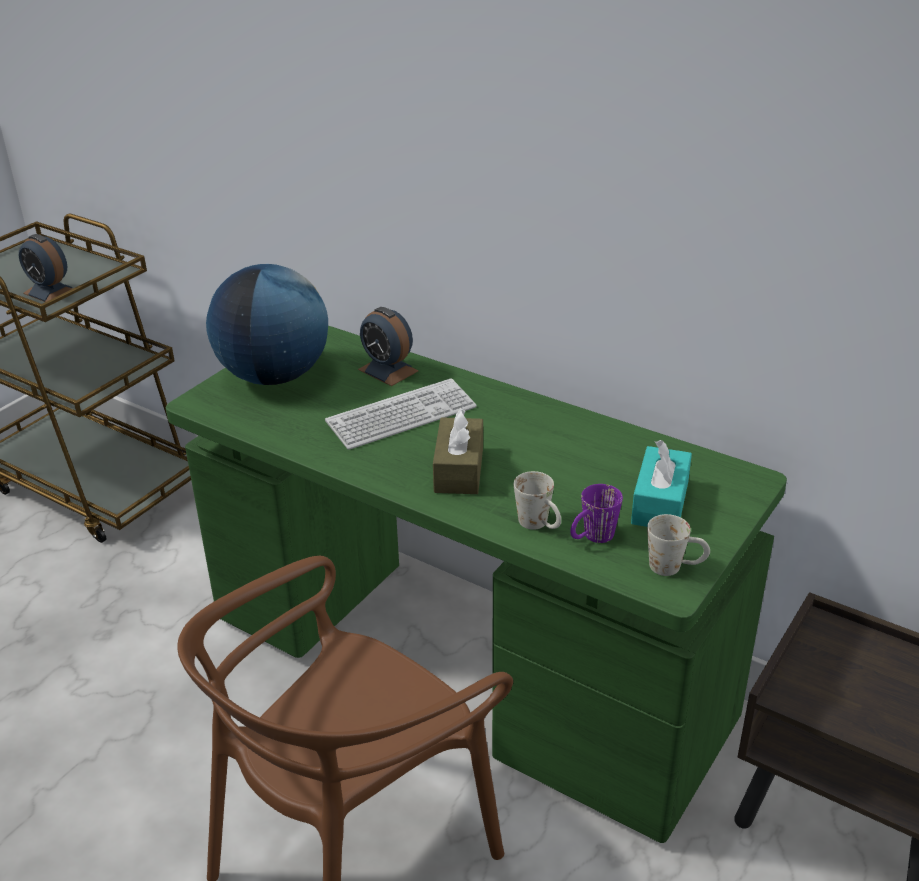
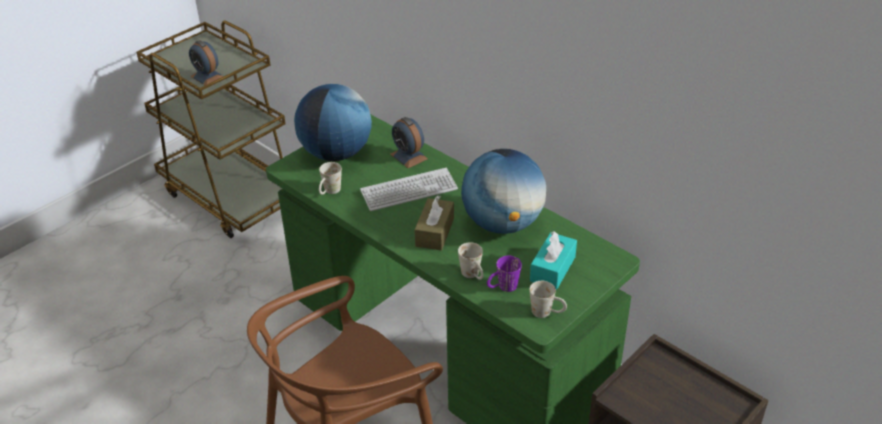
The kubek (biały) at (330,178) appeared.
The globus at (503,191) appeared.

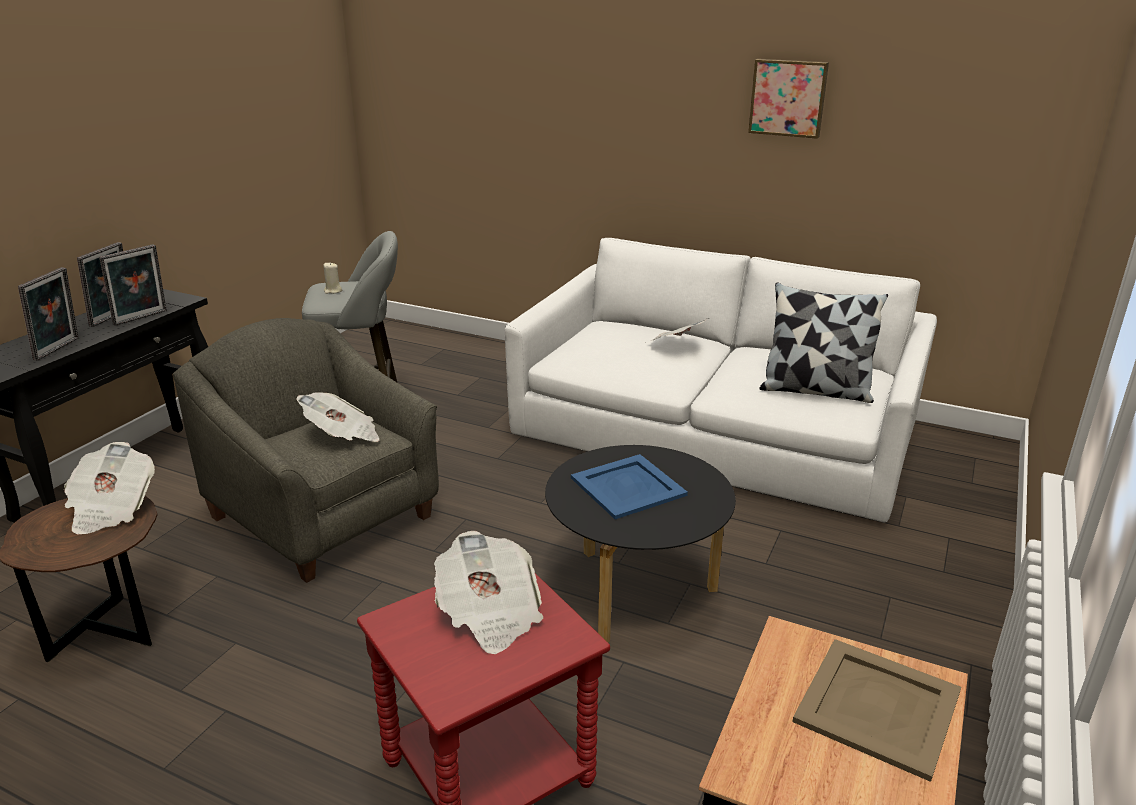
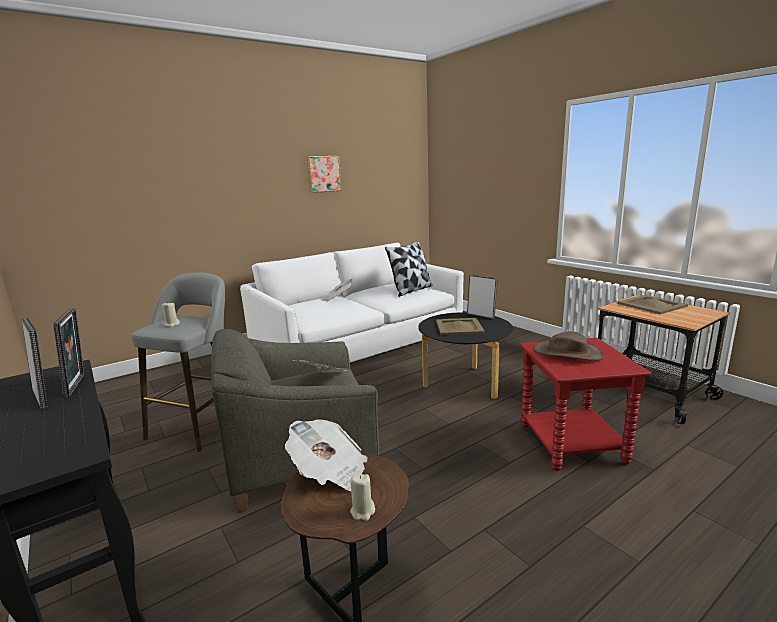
The ramka na zdjęcie moved from (48,314) to (482,297).
The gazeta at (488,592) was replaced by the kapelusz (brązowy) at (568,346).
The taca (niebieski) at (629,486) became the taca (beżowy) at (460,326).
The świeca (beżowy) at (362,497) appeared.

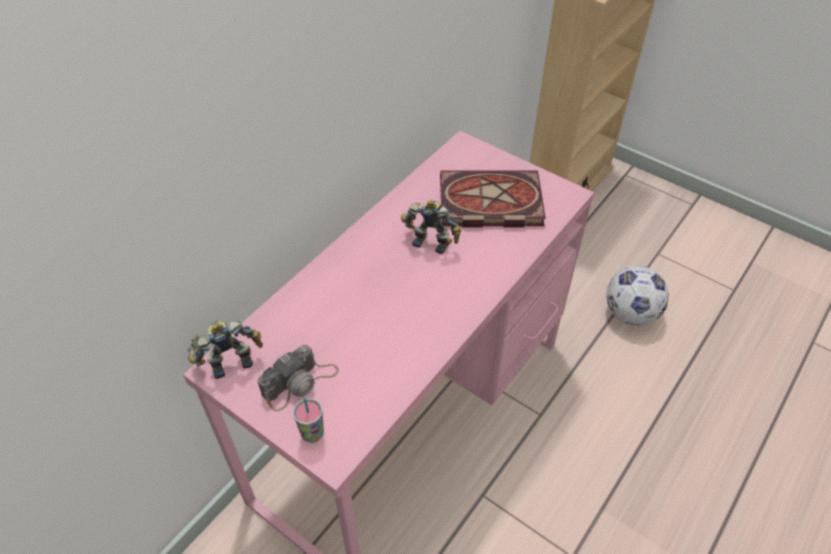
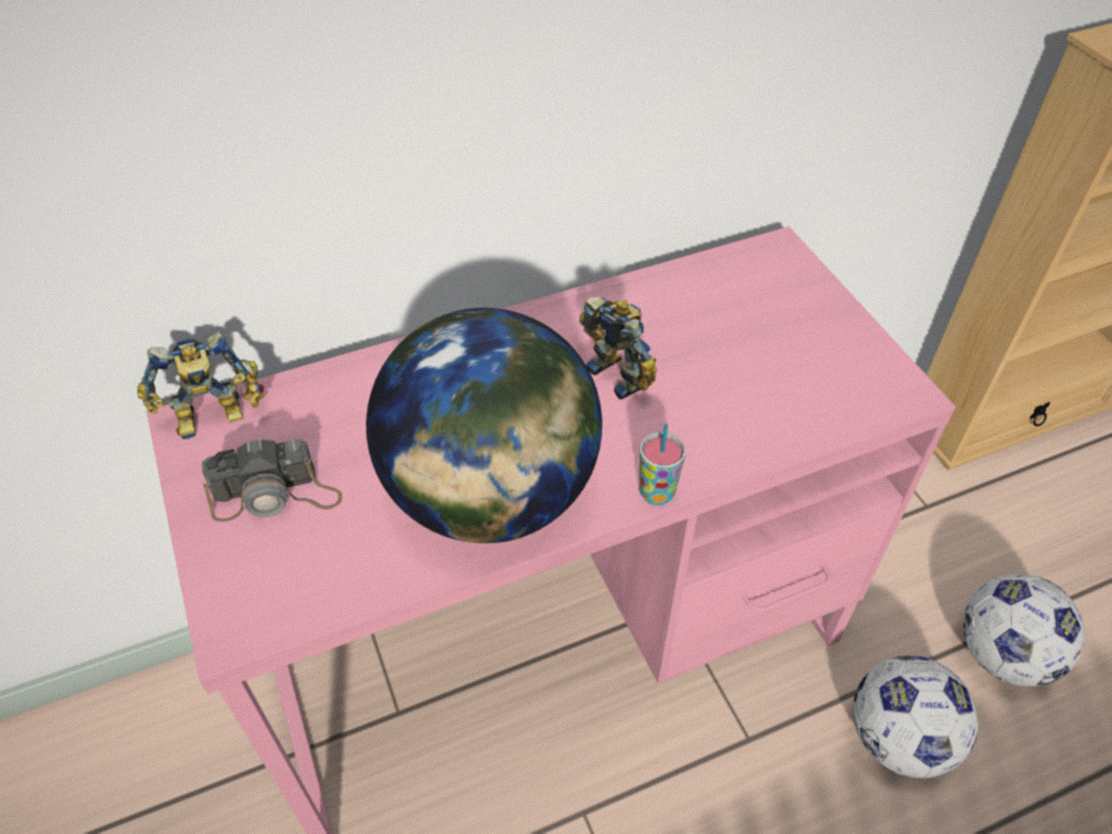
The robot zabawkowy at (225,350) turned 150 degrees clockwise.
The filiżanka moved from (308,420) to (662,465).
The książka at (493,199) disappeared.
The globus at (484,425) appeared.
The piłka futbolowa at (915,717) appeared.

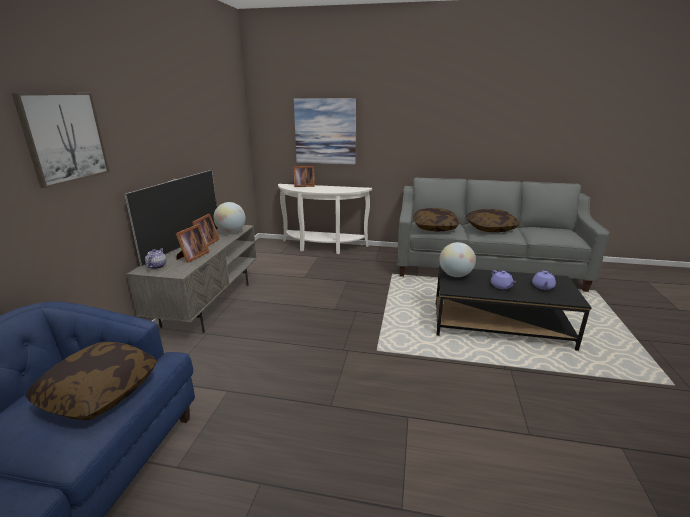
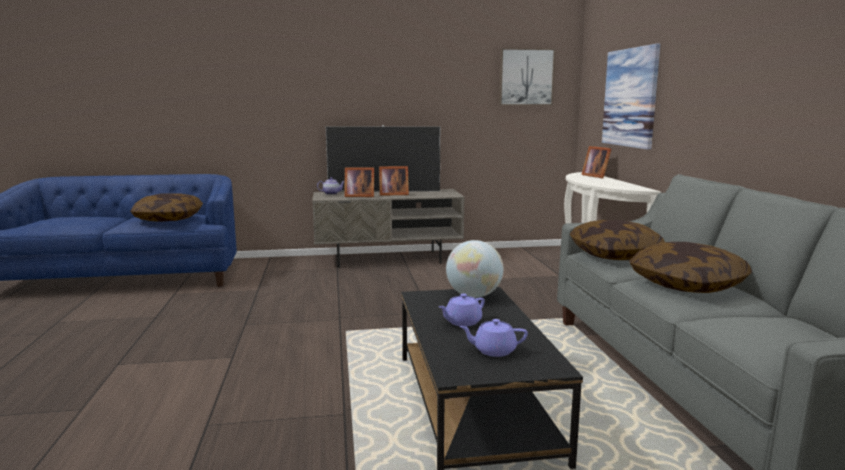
The obraz moved from (61,140) to (527,77).
The globus at (229,217) disappeared.

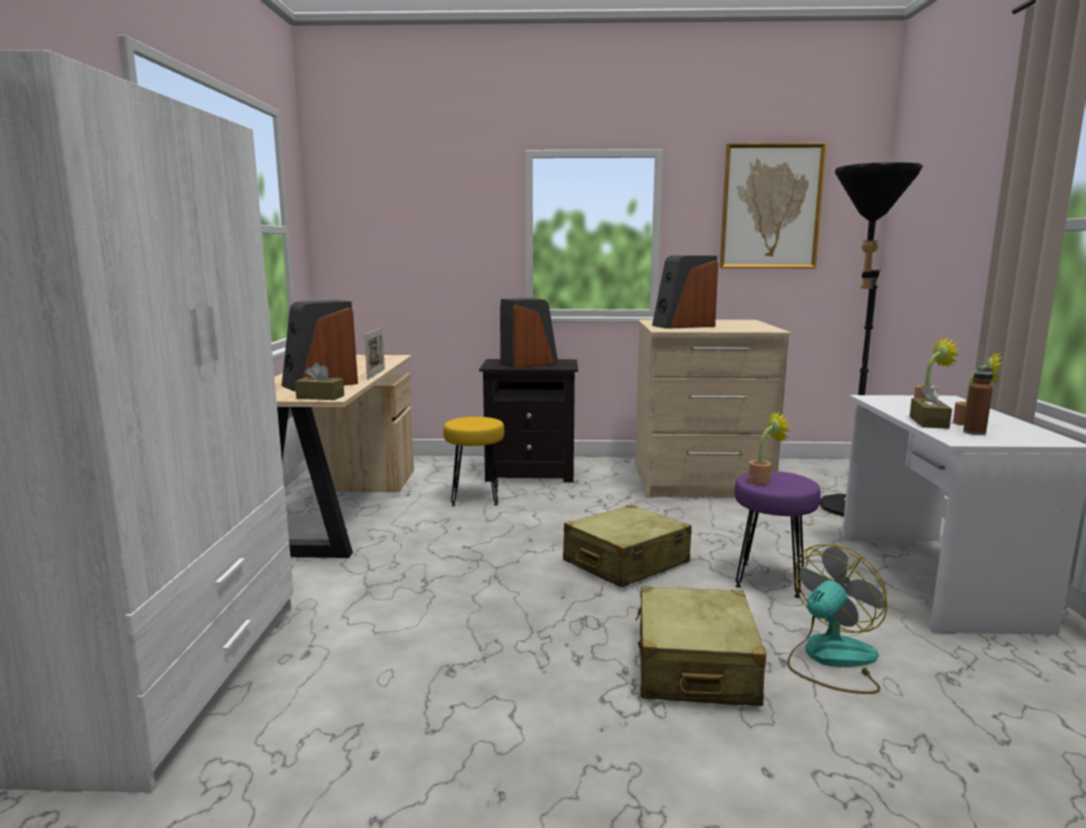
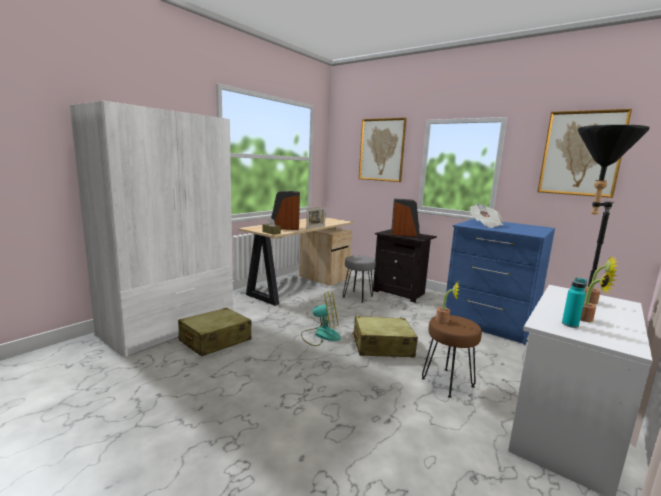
The stołek (żółty) at (473,461) became the stołek (szary) at (359,279).
The komoda (beżowy) at (713,408) became the komoda (niebieski) at (500,281).
The walizka (beżowy) moved from (700,646) to (214,332).
The głośnik at (685,292) was replaced by the gazeta at (486,216).
The stołek (fioletowy) at (778,534) became the stołek (brązowy) at (452,356).
The wentylator moved from (837,619) to (321,318).
The pudełko chusteczek (brązowy) at (930,406) disappeared.
The butelka (brązowy) at (978,401) became the butelka (turkusowy) at (574,303).
The obraz at (383,150) appeared.

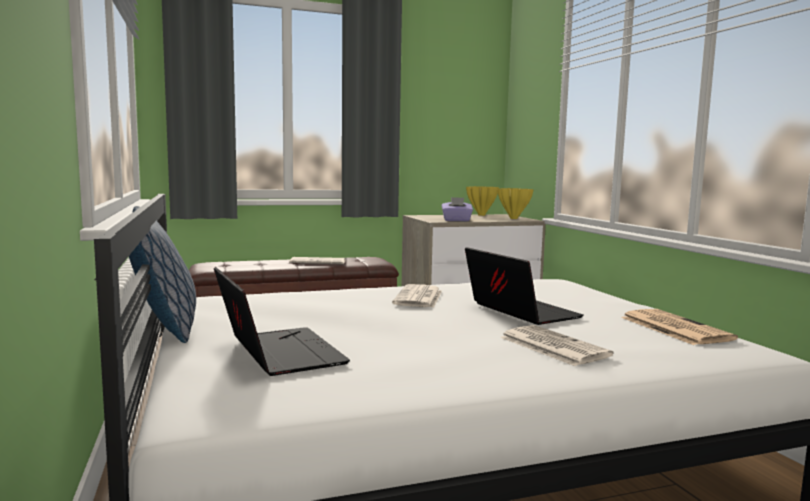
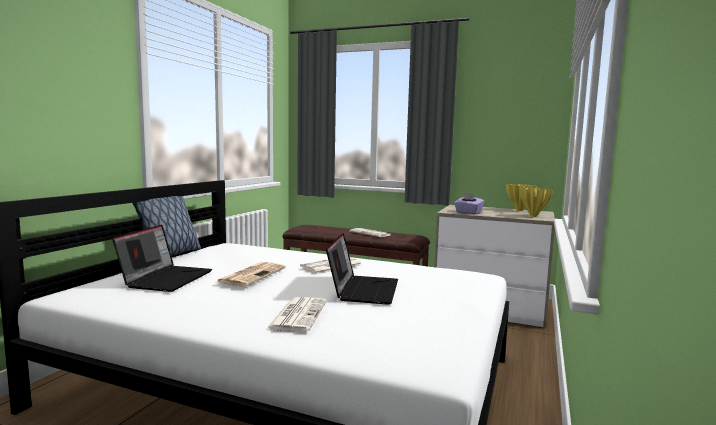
The gazeta moved from (679,327) to (251,274).

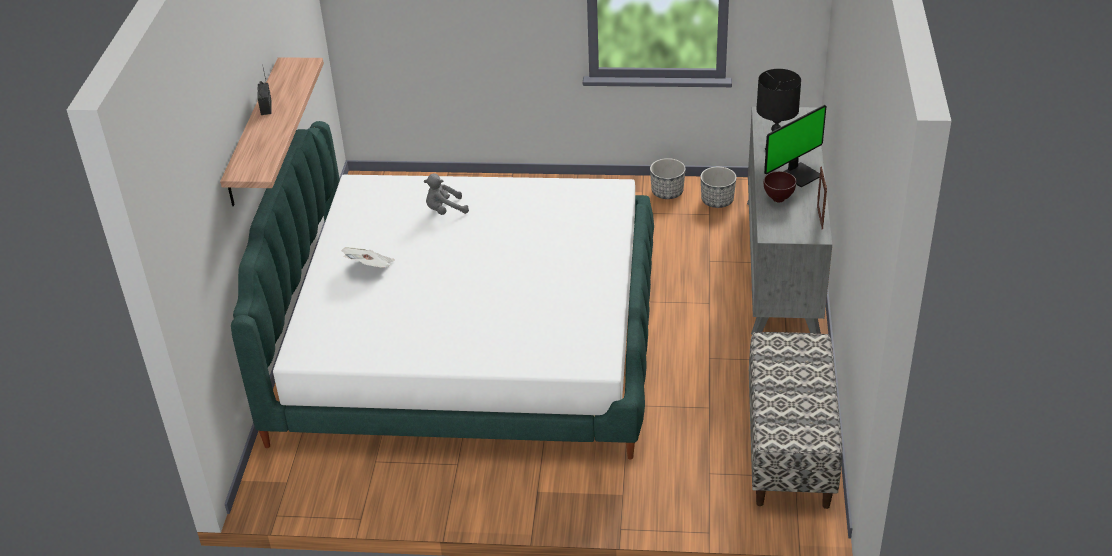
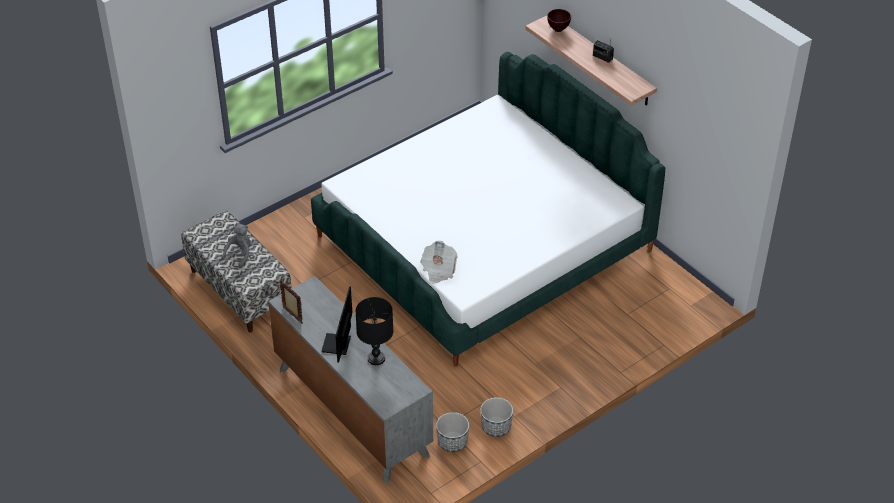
The gazeta moved from (368,257) to (438,262).
The pluszak (szary) moved from (446,194) to (236,246).
The miska (brązowy) moved from (780,186) to (559,20).

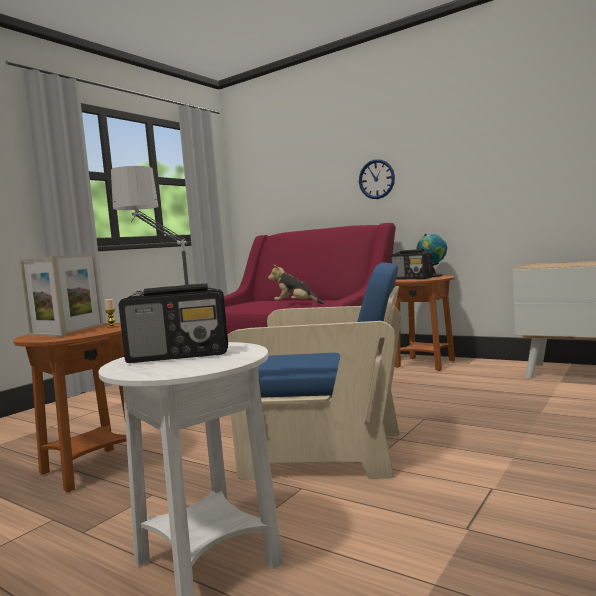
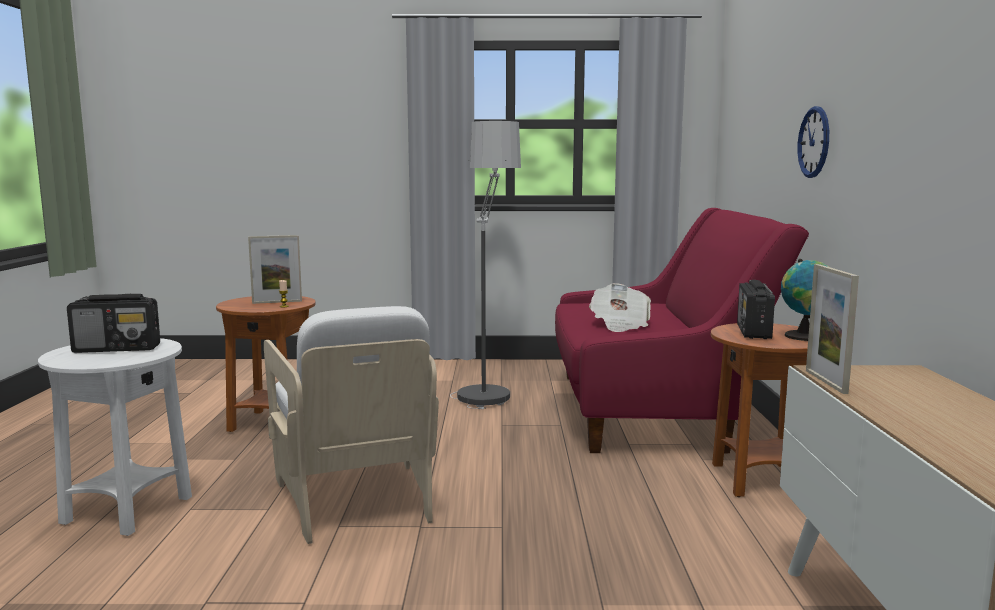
The ramka na zdjęcie moved from (43,296) to (832,329).
The radio at (173,323) turned 60 degrees counterclockwise.
The fotel (niebieski) at (314,370) became the fotel (biały) at (351,425).
The pluszak at (296,284) was replaced by the gazeta at (620,307).

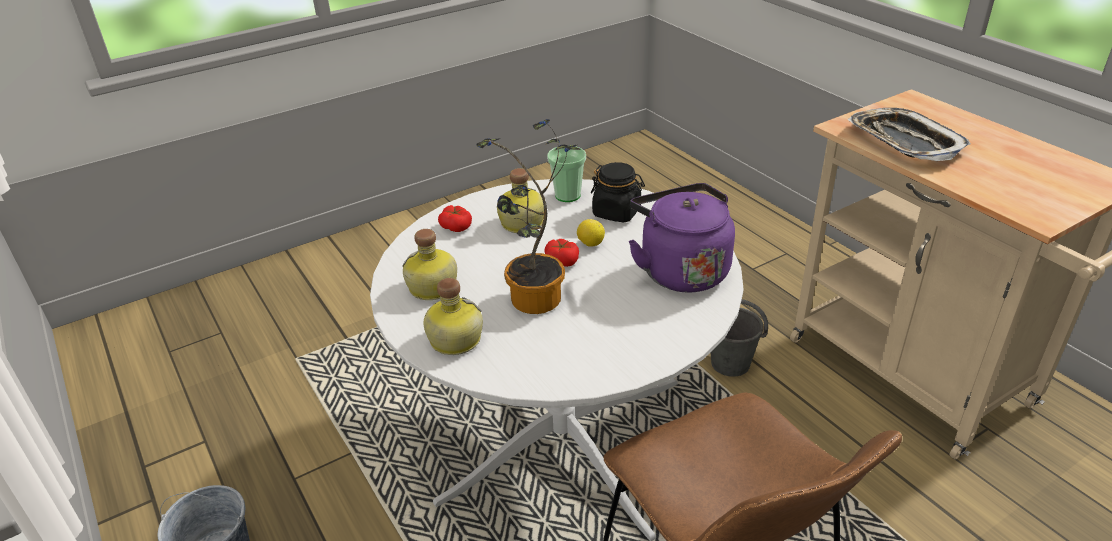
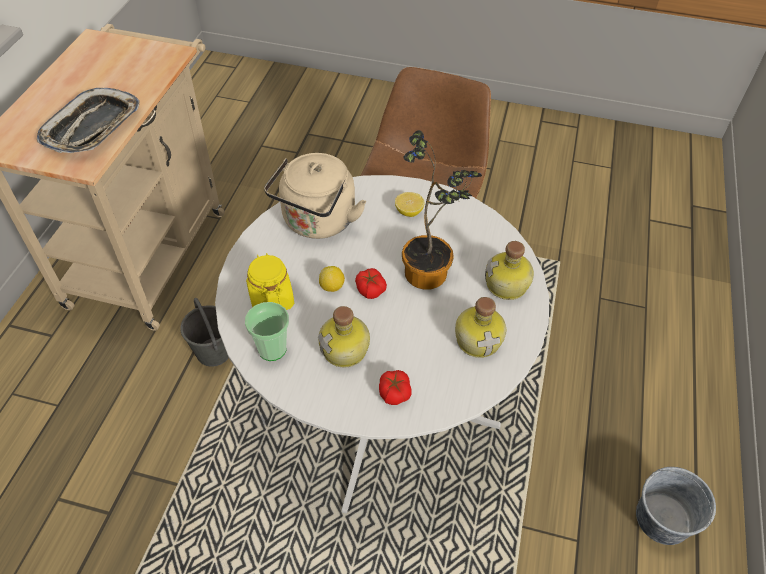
The słoik (czarny) at (618,192) became the słoik (żółty) at (270,281).
The czajnik (fioletowy) at (681,238) became the czajnik (beżowy) at (315,196).
The cytryna at (409,204) appeared.

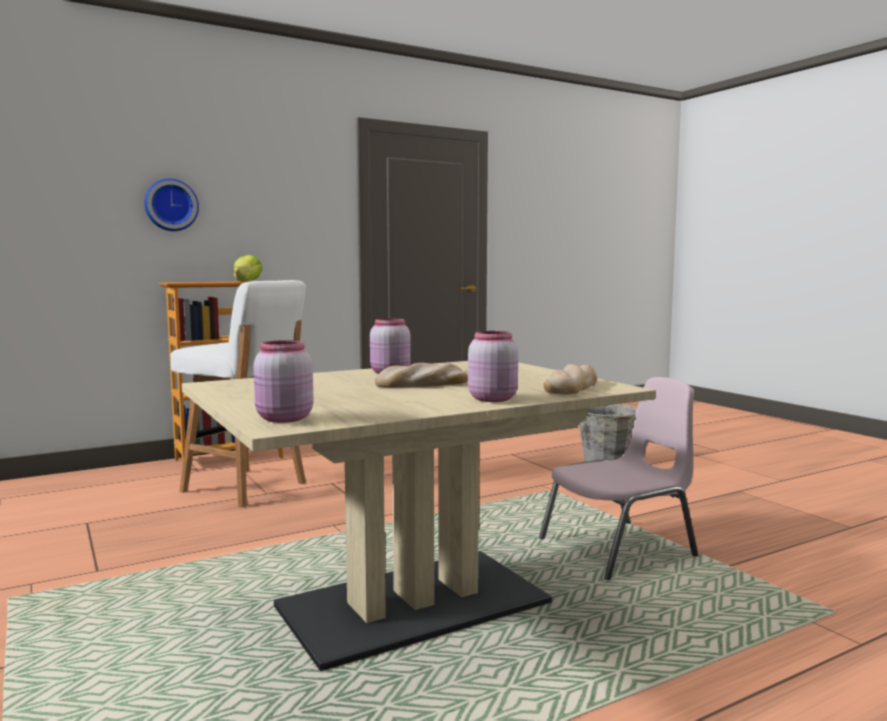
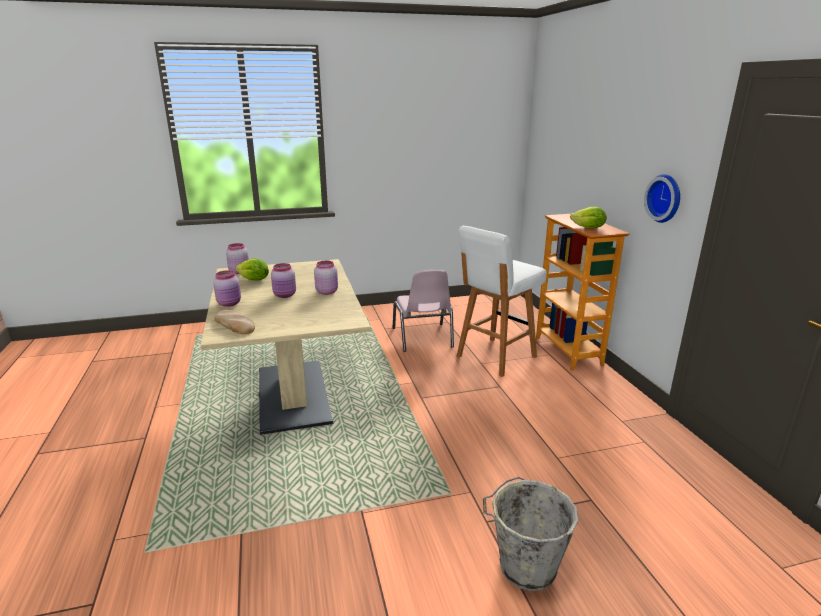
The zegar ścienny moved from (171,204) to (662,198).
The chleb at (421,375) was replaced by the słoik (różowy) at (283,280).
The krzesło (różowy) moved from (618,478) to (423,311).
The sałata at (252,269) appeared.

